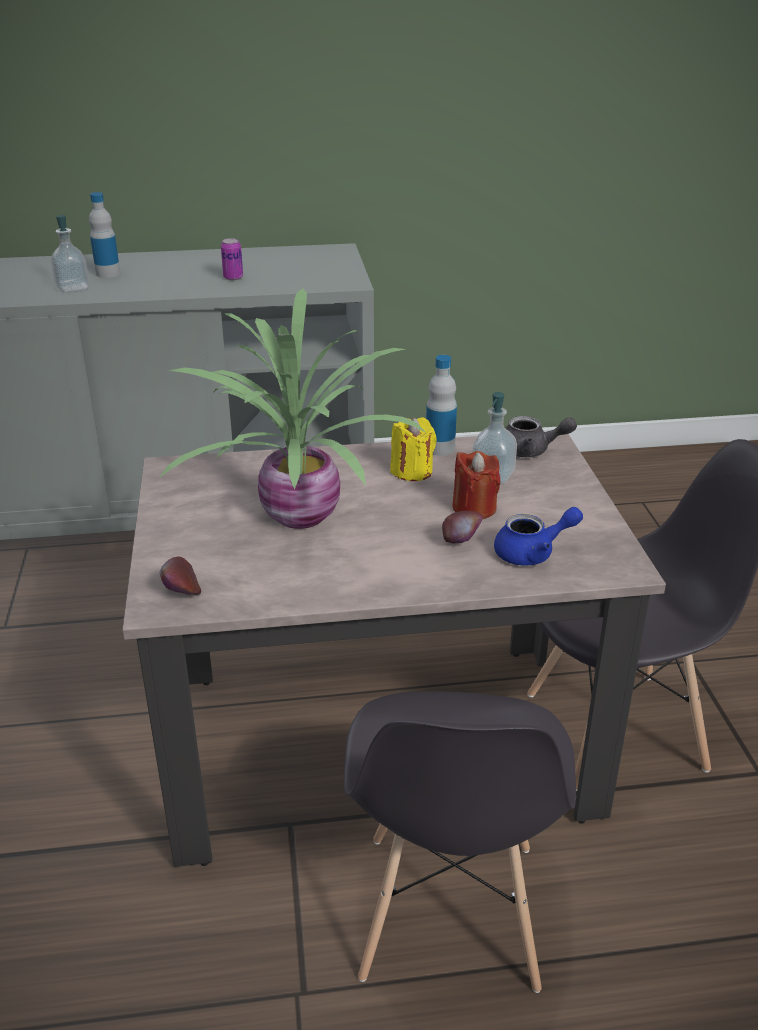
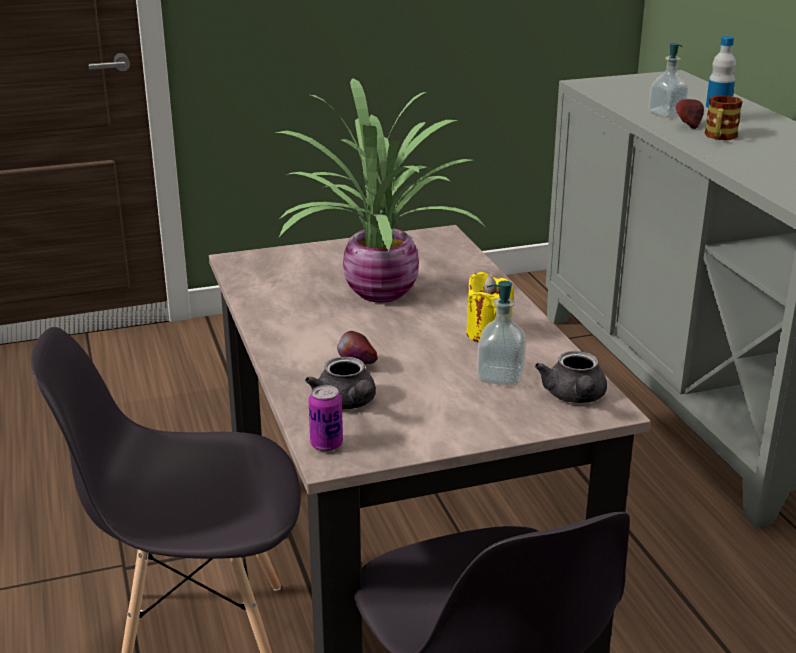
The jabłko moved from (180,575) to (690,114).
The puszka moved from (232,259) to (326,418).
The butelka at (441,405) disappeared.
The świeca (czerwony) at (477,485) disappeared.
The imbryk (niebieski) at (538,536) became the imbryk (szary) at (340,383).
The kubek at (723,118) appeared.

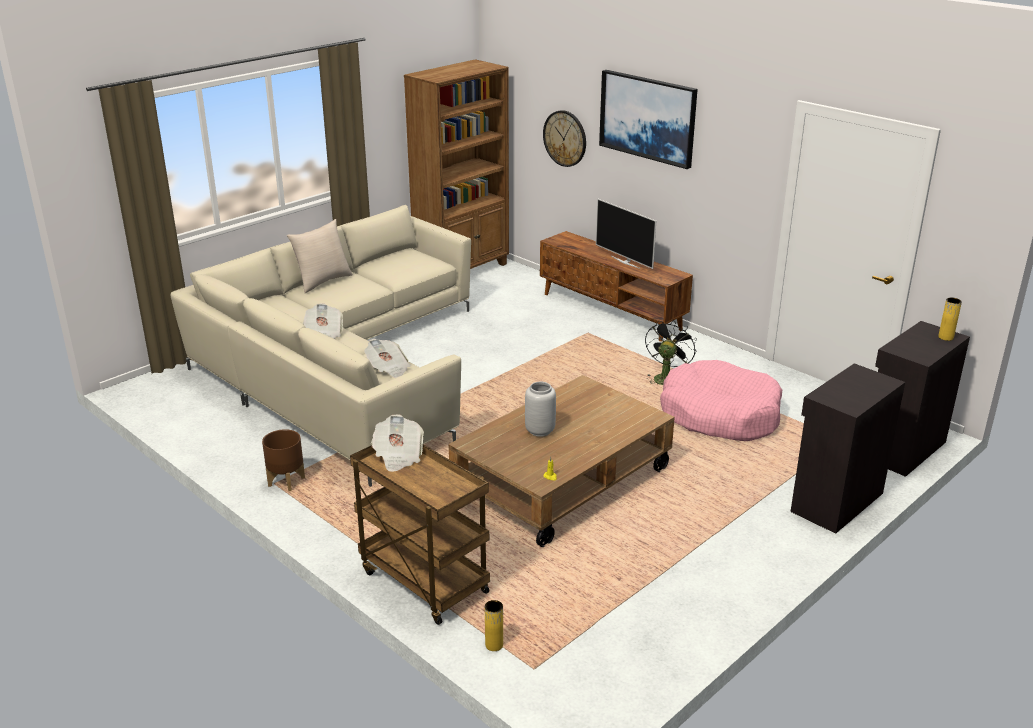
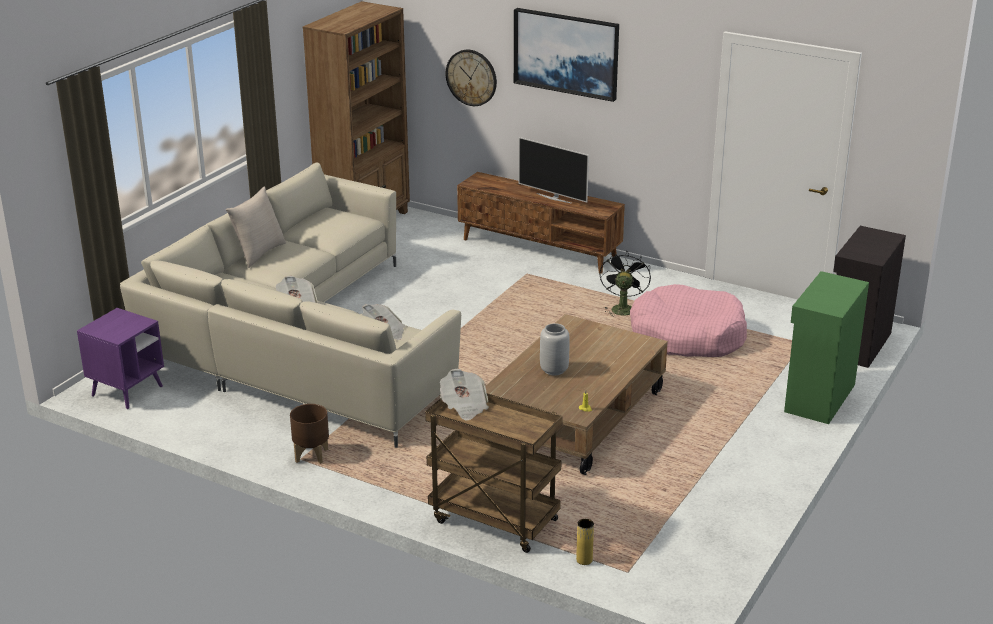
The szafka (czarny) at (847,448) became the szafka (zielony) at (826,347).
The wazon (żółty) at (950,319) disappeared.
The stolik (fioletowy) at (120,358) appeared.

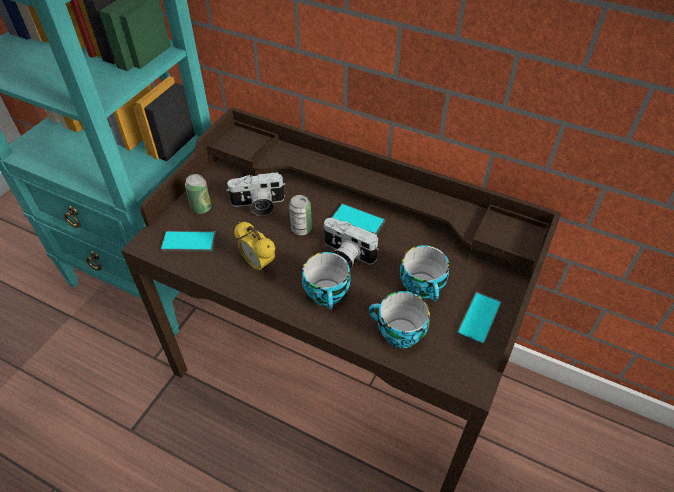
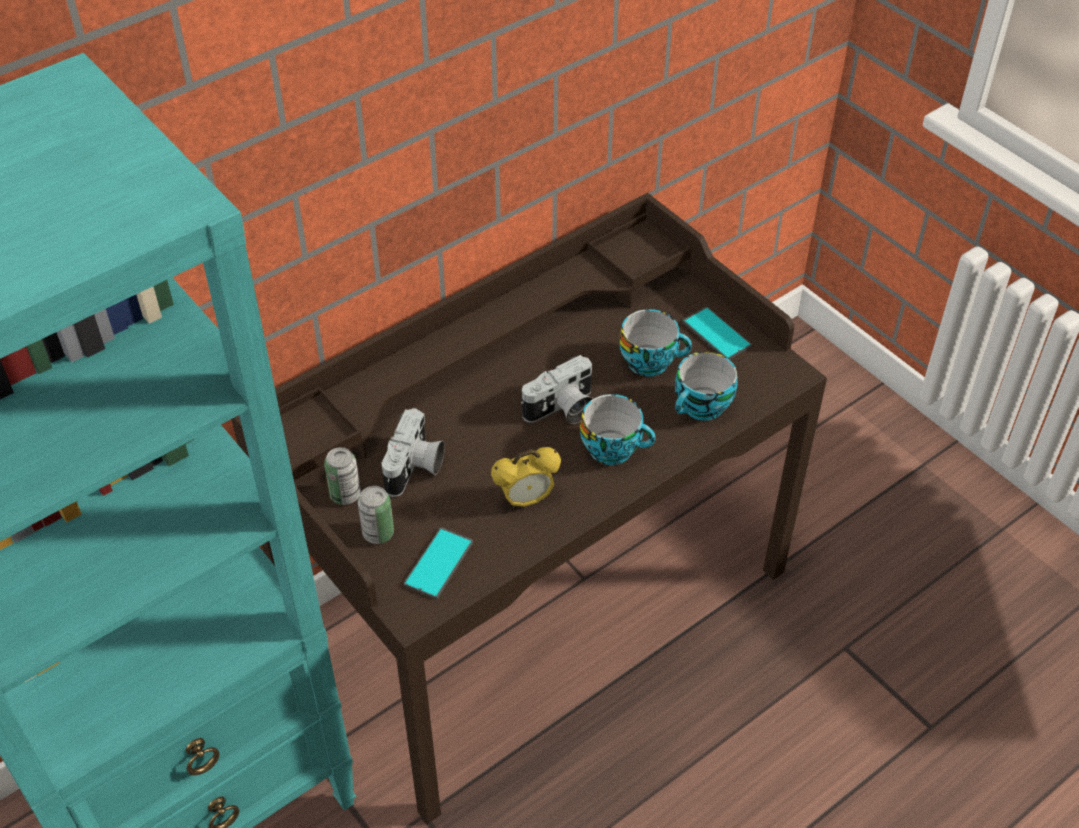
The puszka moved from (300,215) to (342,476).
The telefon at (358,219) disappeared.

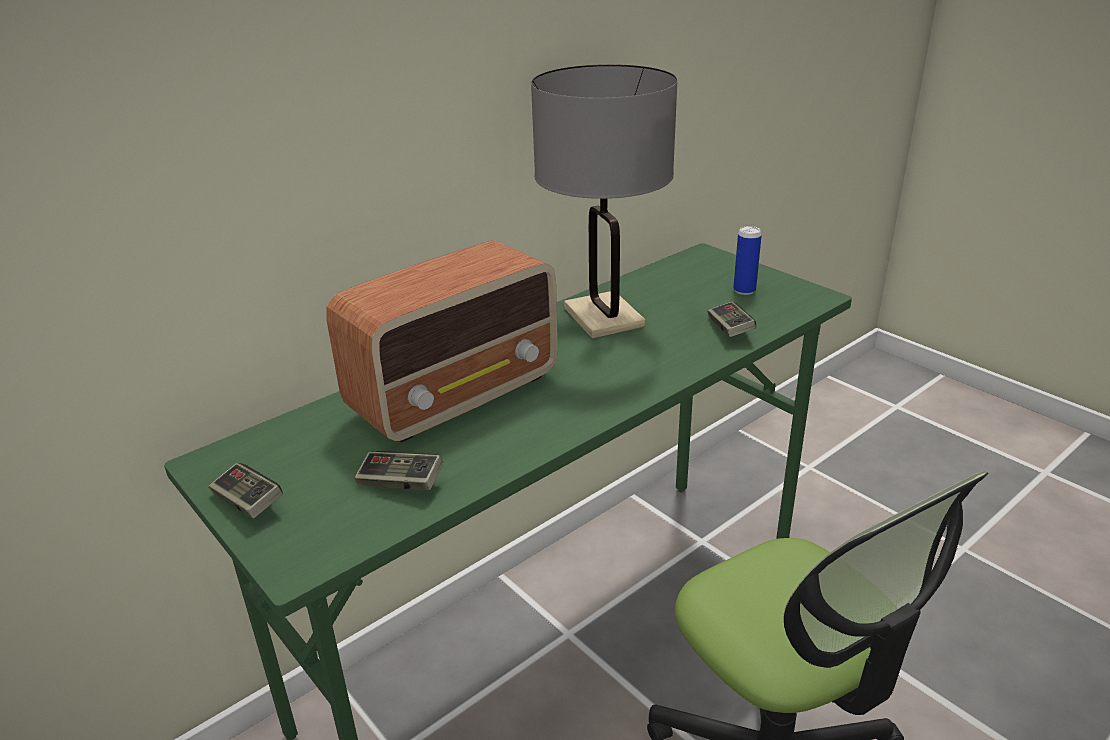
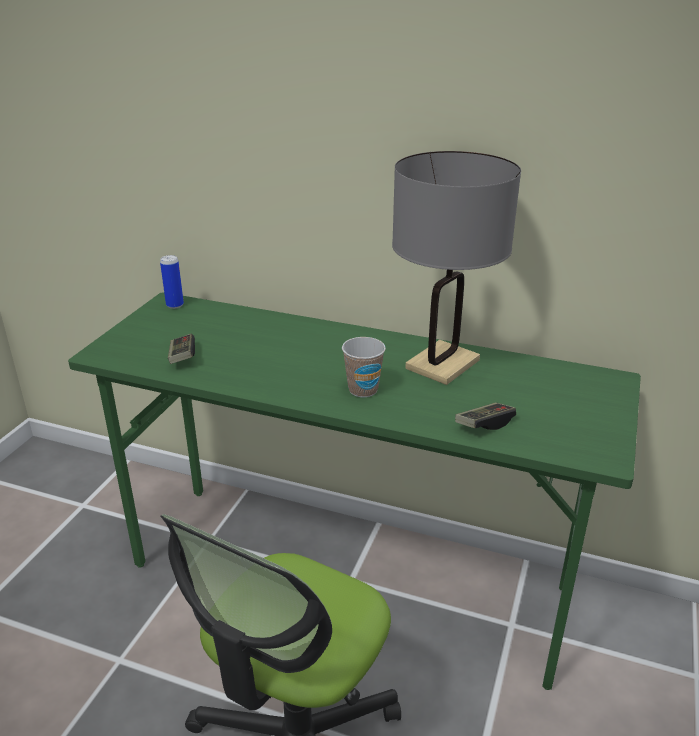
The pad do gier at (246,491) disappeared.
The radio at (442,341) disappeared.
The puszka moved from (747,260) to (172,282).
The filiżanka at (364,367) appeared.

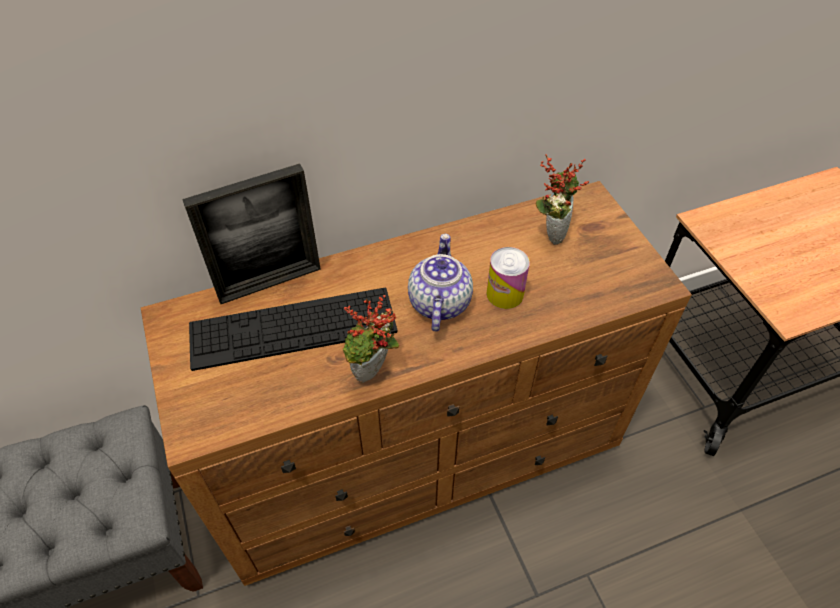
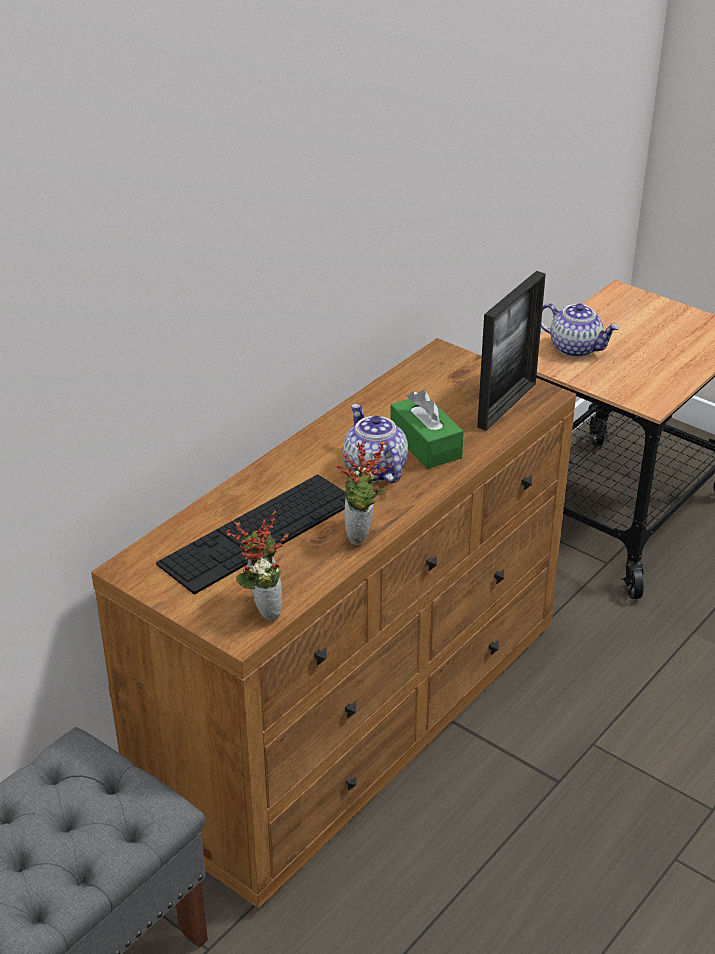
The ramka na zdjęcie moved from (251,233) to (511,351).
The puszka at (508,278) was replaced by the pudełko chusteczek (zielony) at (427,429).
The roślina doniczkowa moved from (562,199) to (257,566).
The imbryk at (580,330) appeared.

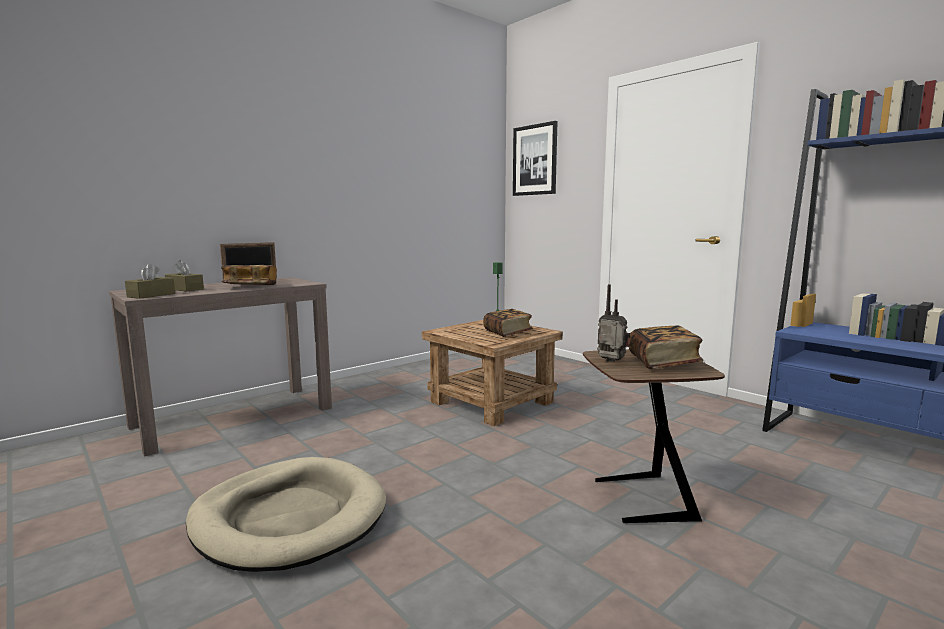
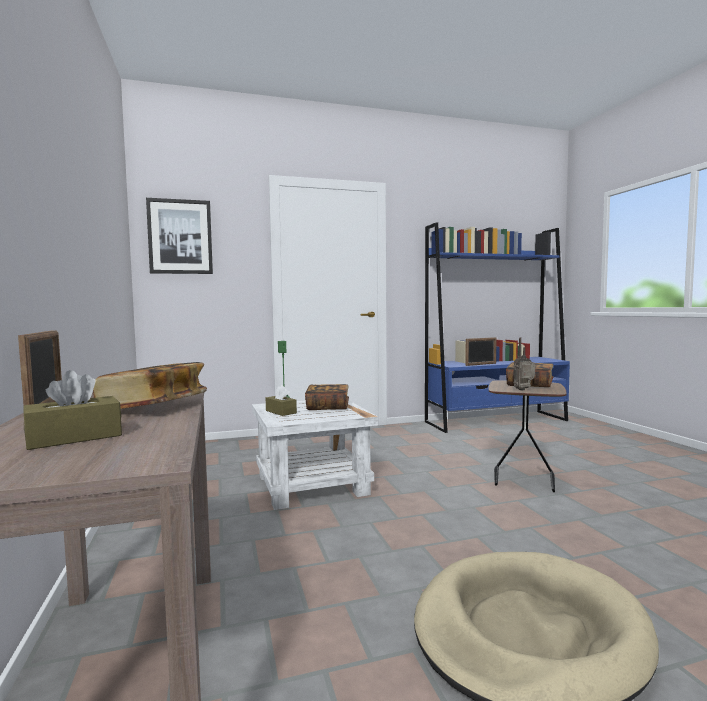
The pudełko chusteczek (brązowy) moved from (150,281) to (281,400).
The stolik (brązowy) at (492,373) became the stolik (biały) at (315,455).
The ramka na zdjęcie at (481,351) appeared.

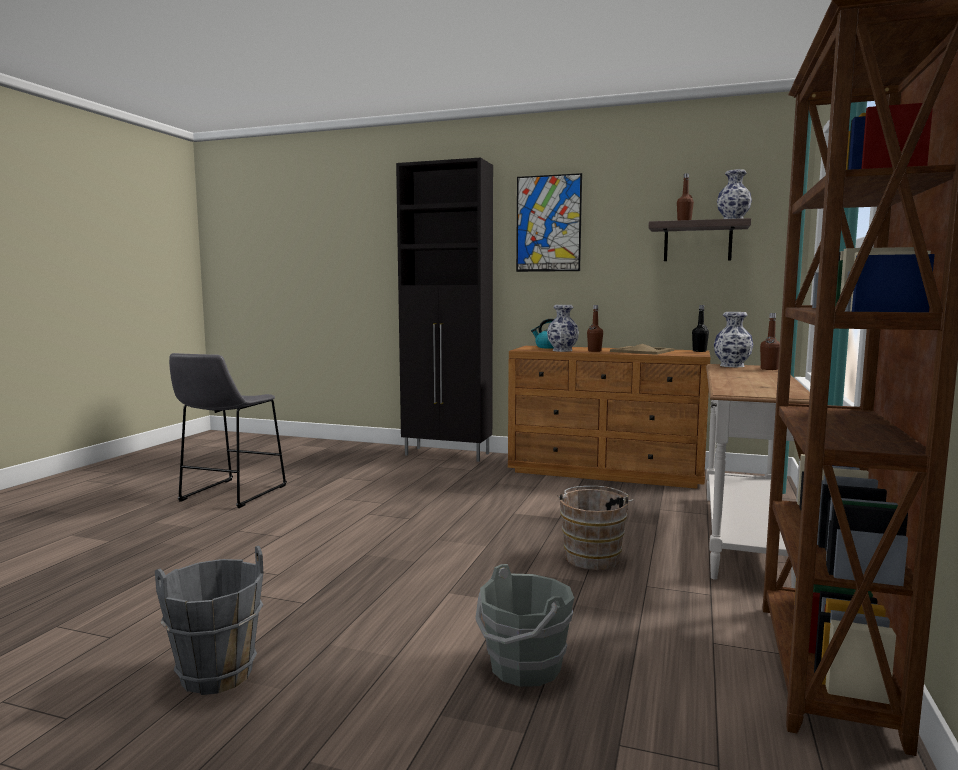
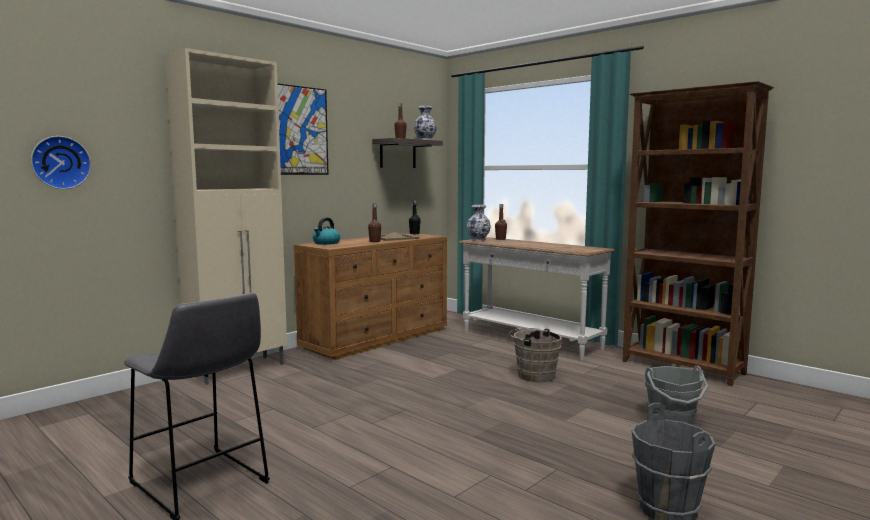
The szafka (czarny) at (444,309) became the szafka (beżowy) at (226,216).
The wazon at (563,328) disappeared.
The zegar ścienny at (61,162) appeared.

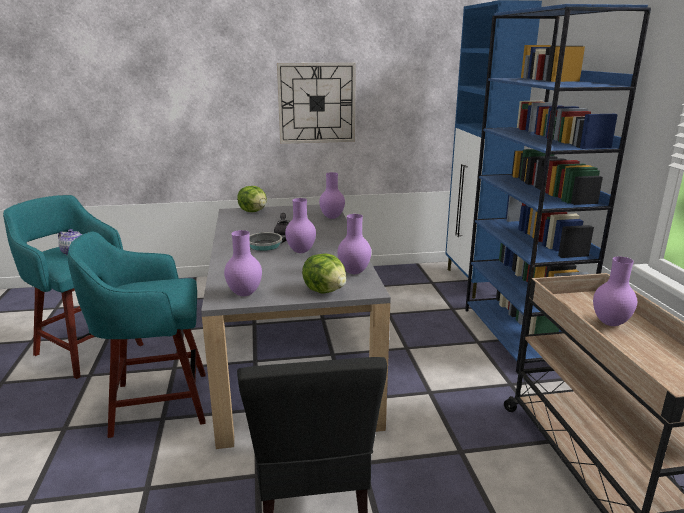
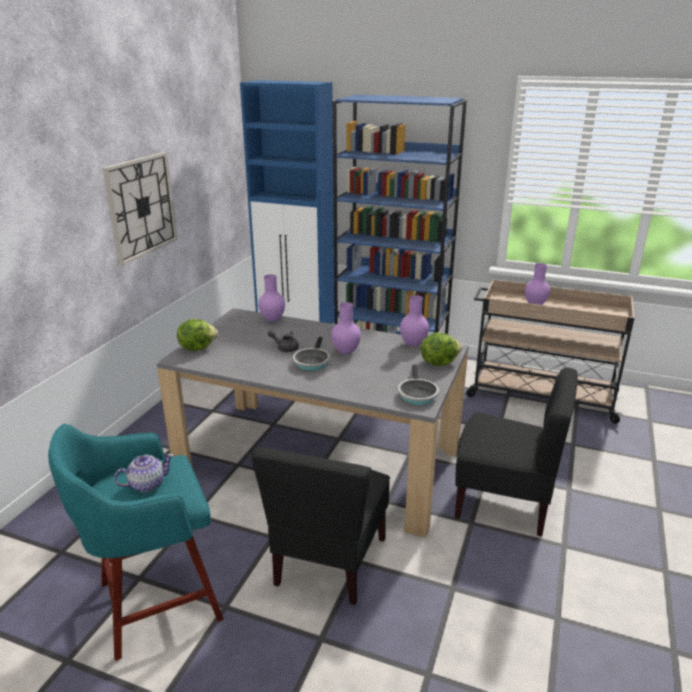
The stołek (turkusowy) at (137,334) was replaced by the krzesło (czarny) at (320,526).
The wazon (fioletowy) at (243,263) was replaced by the patelnia at (418,385).

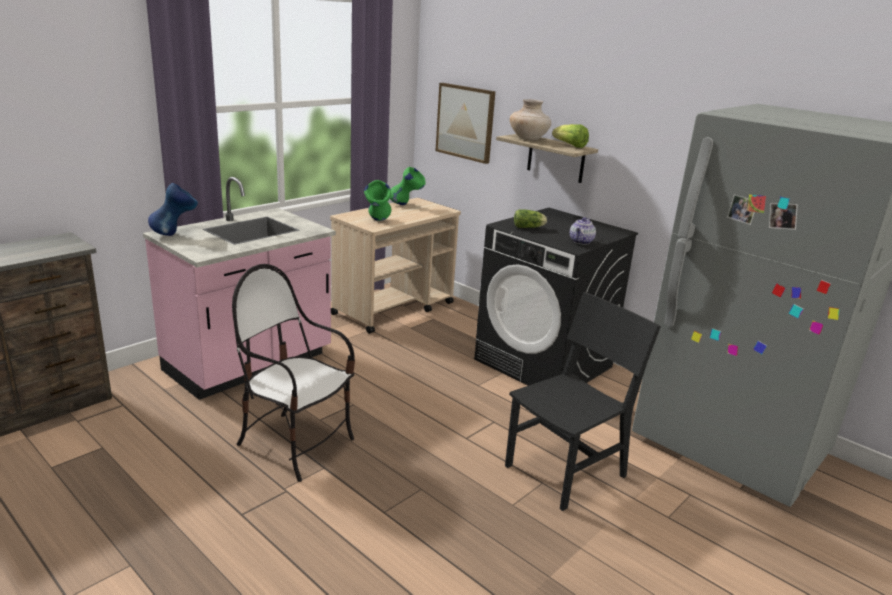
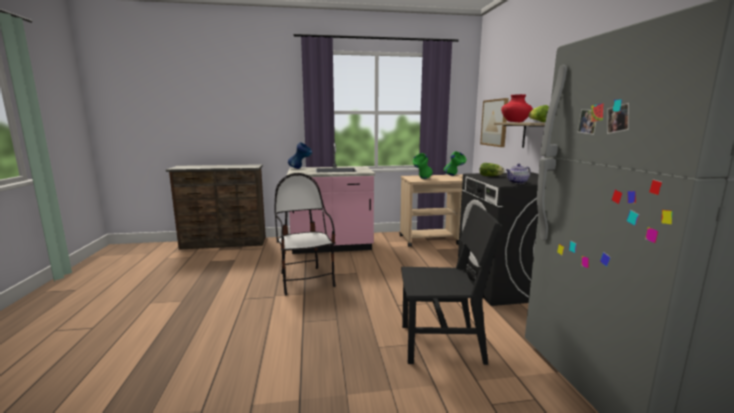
The wazon (beżowy) at (530,119) became the wazon (czerwony) at (517,108).

